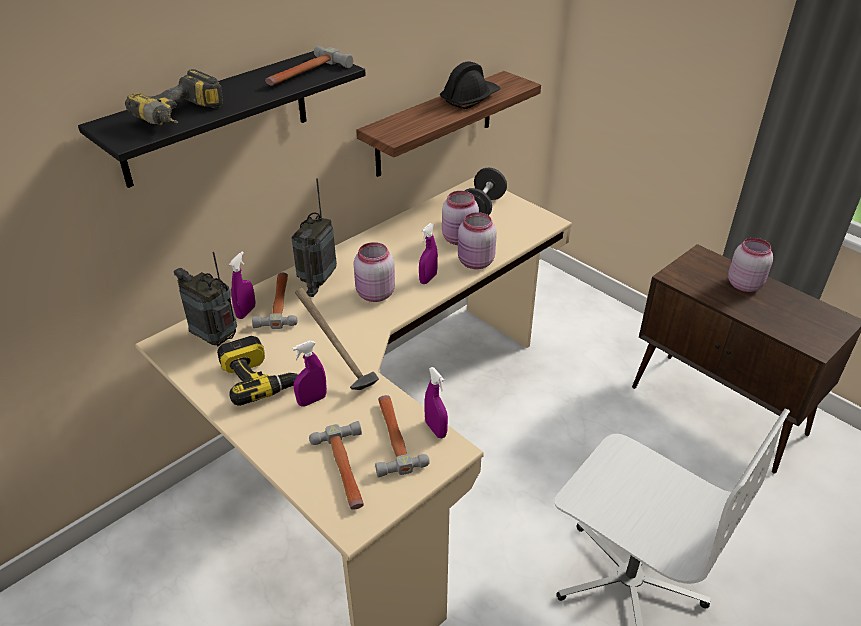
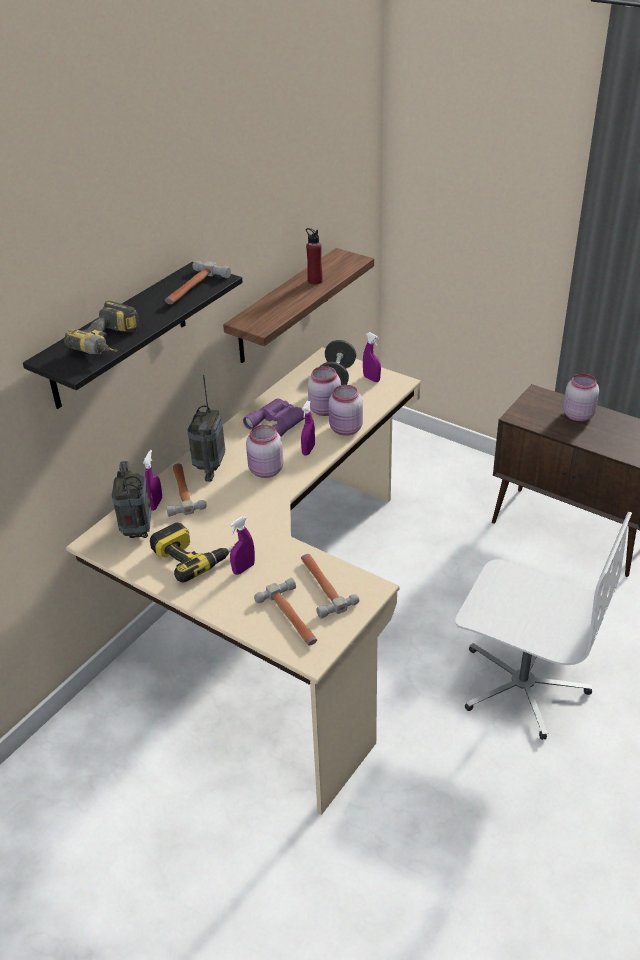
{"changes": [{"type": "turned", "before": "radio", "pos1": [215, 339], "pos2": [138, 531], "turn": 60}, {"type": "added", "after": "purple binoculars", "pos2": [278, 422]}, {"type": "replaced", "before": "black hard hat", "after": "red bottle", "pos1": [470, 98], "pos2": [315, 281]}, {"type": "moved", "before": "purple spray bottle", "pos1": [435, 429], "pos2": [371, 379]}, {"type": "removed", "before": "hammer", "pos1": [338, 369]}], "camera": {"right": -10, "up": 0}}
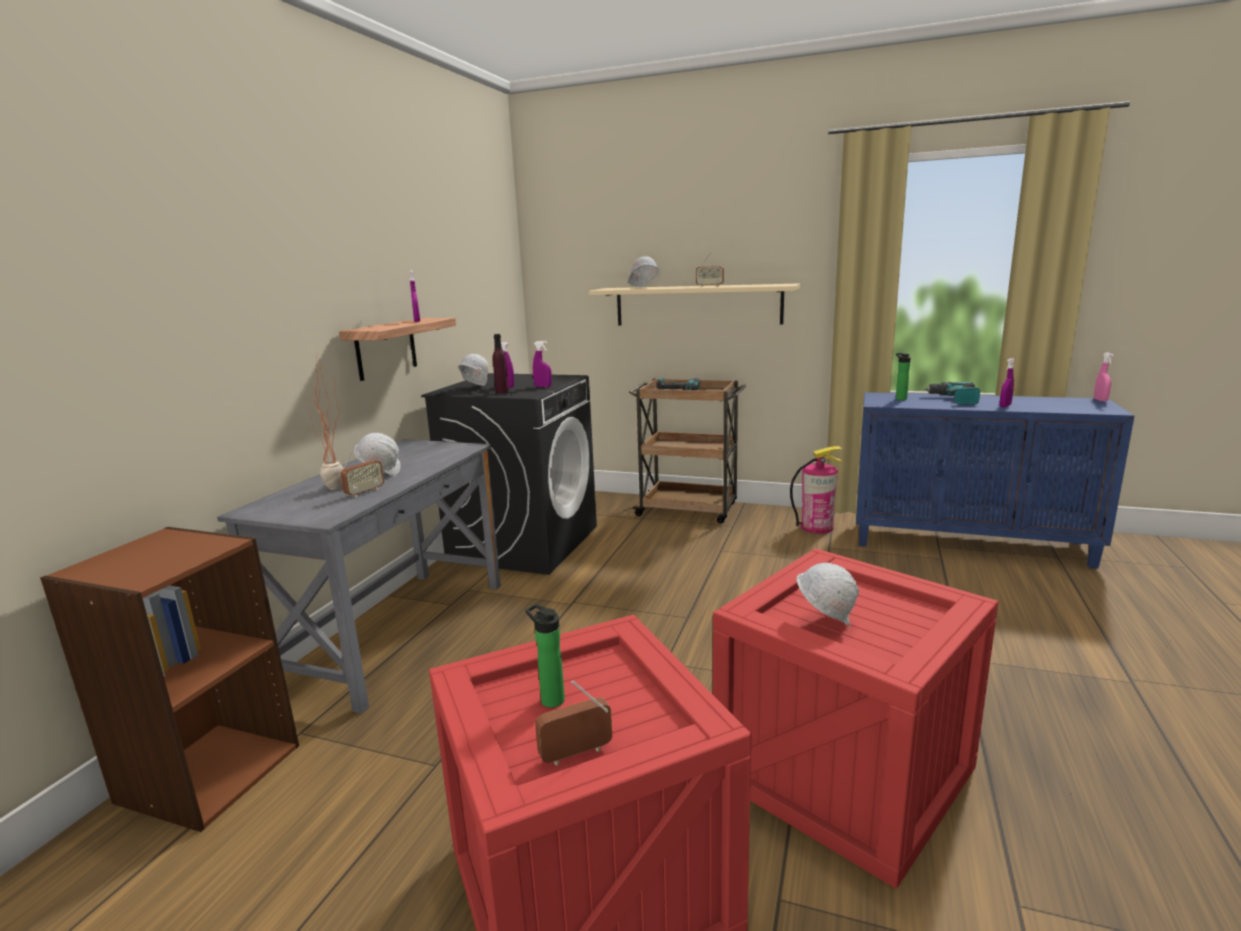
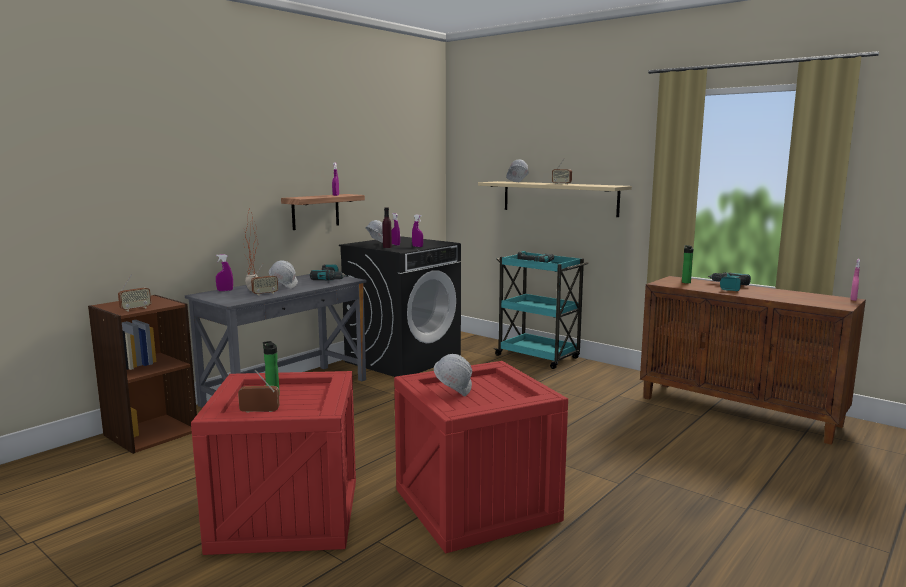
{"changes": [{"type": "added", "after": "radio", "pos2": [135, 309]}, {"type": "moved", "before": "purple spray bottle", "pos1": [1005, 406], "pos2": [225, 290]}, {"type": "added", "after": "power drill", "pos2": [330, 279]}, {"type": "recoloured", "before": "brown cart", "after": "turquoise cart", "pos1": [689, 510], "pos2": [539, 357]}, {"type": "recoloured", "before": "blue cabinet", "after": "brown cabinet", "pos1": [969, 543], "pos2": [739, 411]}, {"type": "removed", "before": "fire extinguisher", "pos1": [817, 527]}], "camera": {"right": 20, "up": -5}}
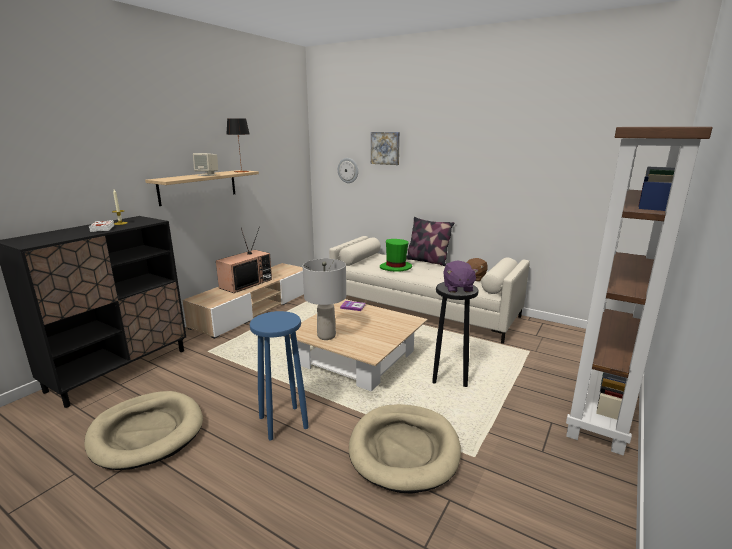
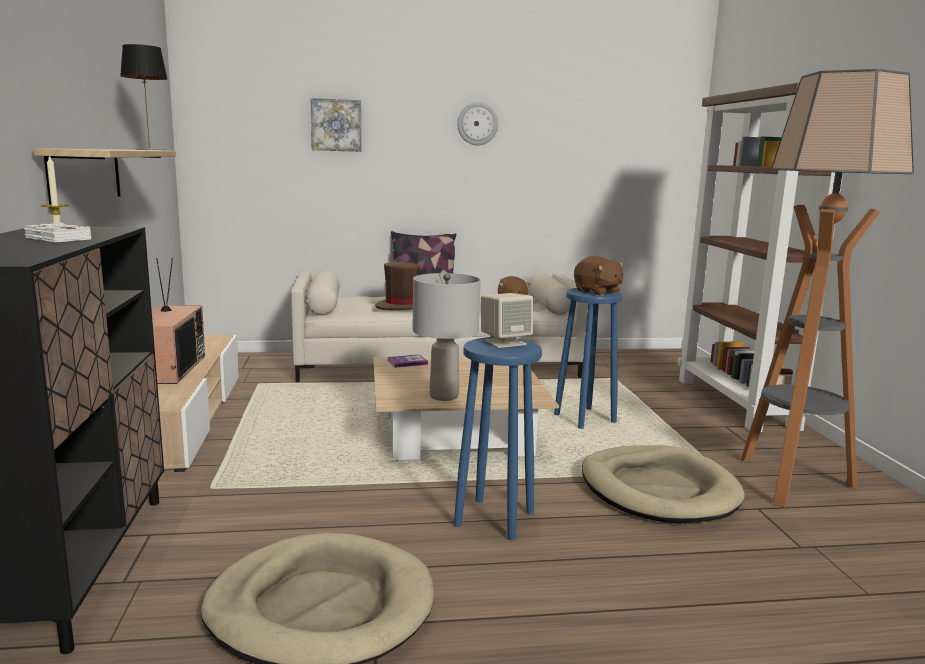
{"changes": [{"type": "recoloured", "before": "green hat", "after": "brown hat", "pos1": [395, 267], "pos2": [401, 306]}, {"type": "moved", "before": "wall clock", "pos1": [348, 170], "pos2": [477, 124]}, {"type": "moved", "before": "beige speaker", "pos1": [207, 175], "pos2": [505, 342]}, {"type": "recoloured", "before": "black stool", "after": "blue stool", "pos1": [450, 375], "pos2": [584, 418]}, {"type": "recoloured", "before": "purple plush toy", "after": "brown plush toy", "pos1": [457, 288], "pos2": [597, 292]}, {"type": "added", "after": "floor lamp", "pos2": [791, 483]}], "camera": {"right": -40, "up": -5}}
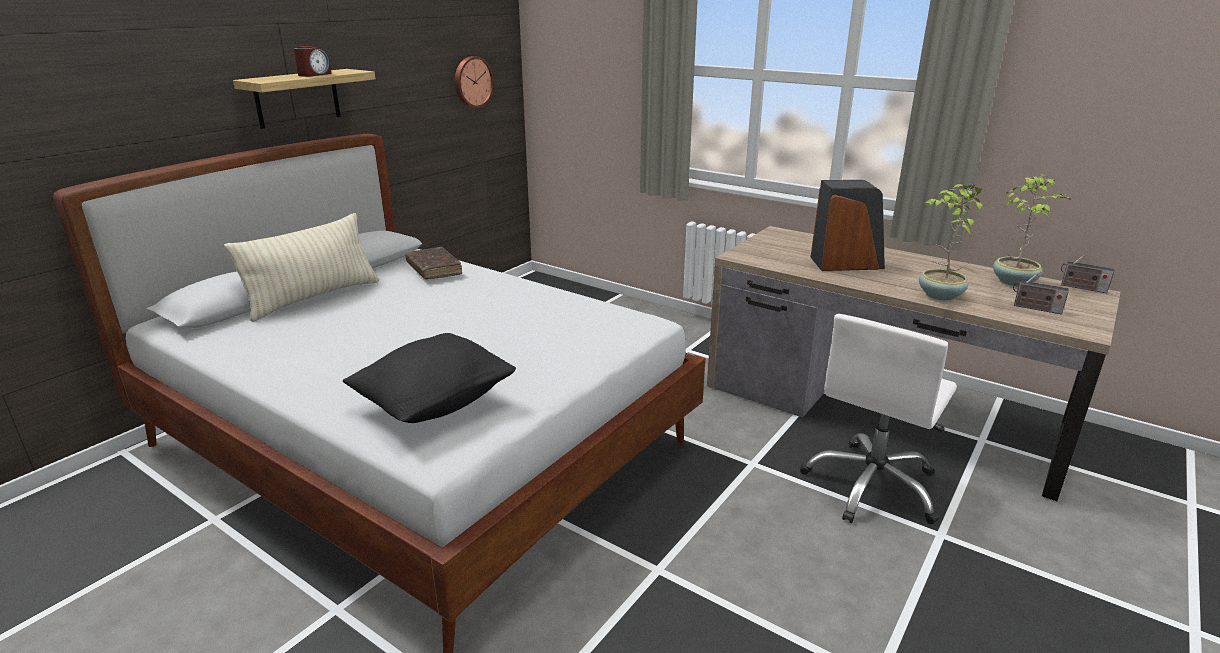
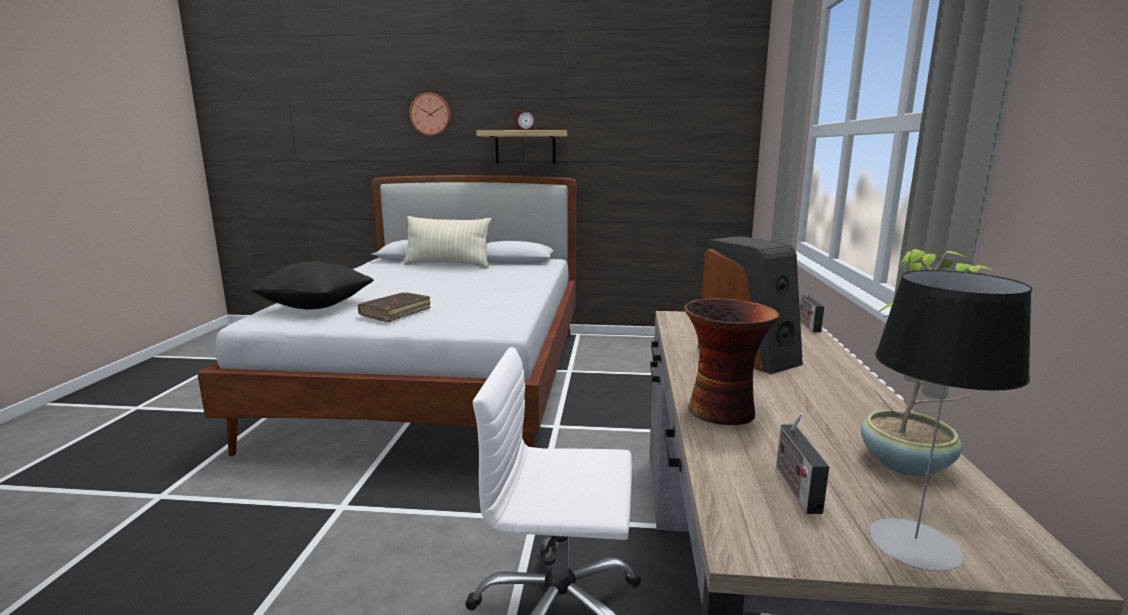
{"changes": [{"type": "moved", "before": "brown book", "pos1": [434, 270], "pos2": [395, 313]}, {"type": "moved", "before": "wall clock", "pos1": [472, 82], "pos2": [431, 114]}, {"type": "replaced", "before": "potted plant", "after": "vase", "pos1": [939, 295], "pos2": [724, 411]}, {"type": "moved", "before": "radio", "pos1": [1081, 288], "pos2": [807, 325]}, {"type": "added", "after": "table lamp", "pos2": [914, 544]}], "camera": {"right": 60, "up": -10}}
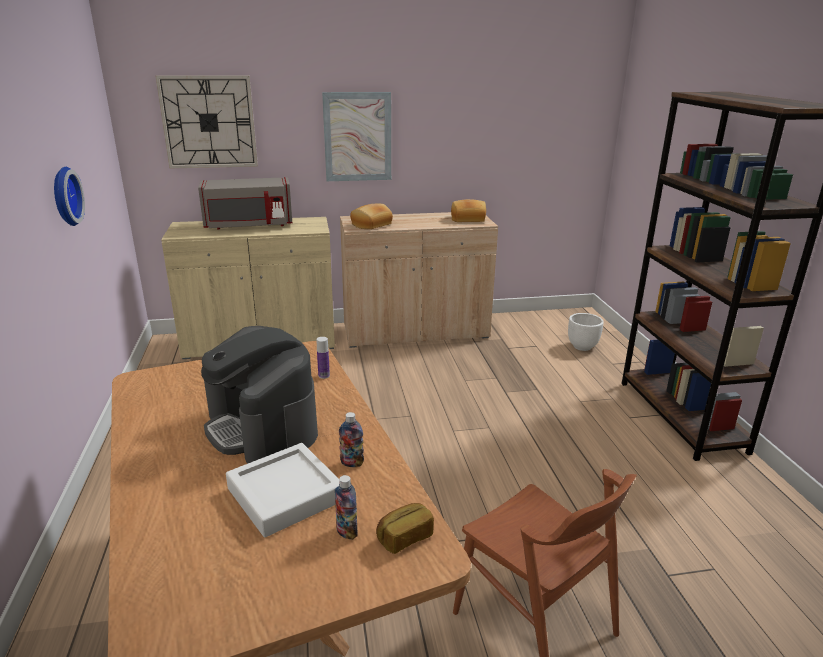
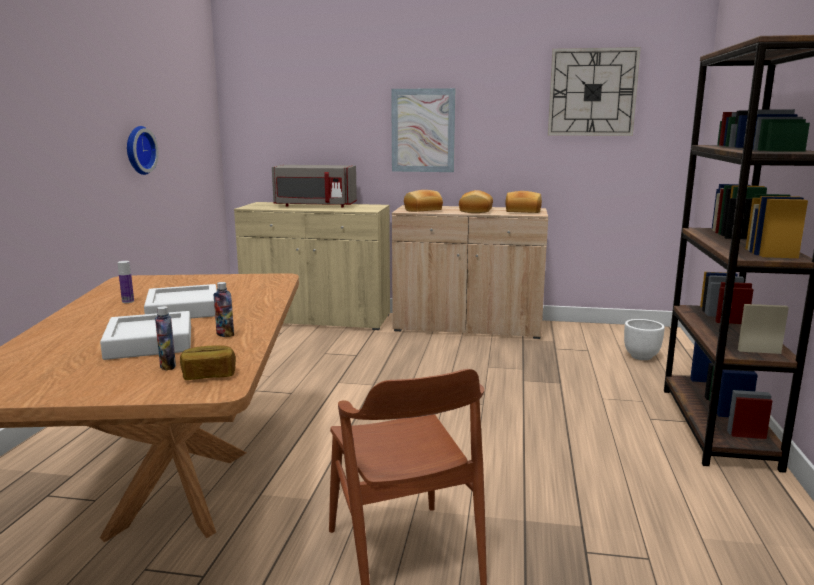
{"changes": [{"type": "moved", "before": "bottle", "pos1": [324, 375], "pos2": [128, 301]}, {"type": "replaced", "before": "coffee machine", "after": "white tray", "pos1": [262, 427], "pos2": [183, 310]}, {"type": "added", "after": "bread", "pos2": [476, 211]}, {"type": "moved", "before": "wall clock", "pos1": [209, 122], "pos2": [592, 92]}], "camera": {"right": 20, "up": -10}}
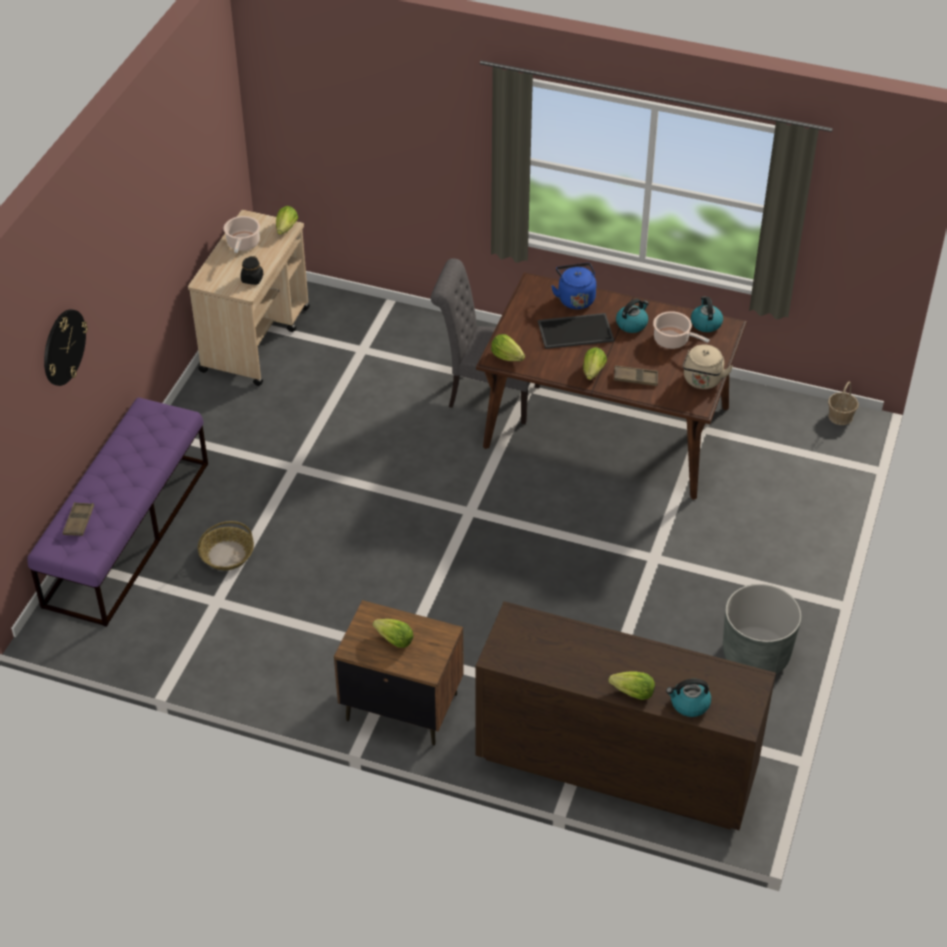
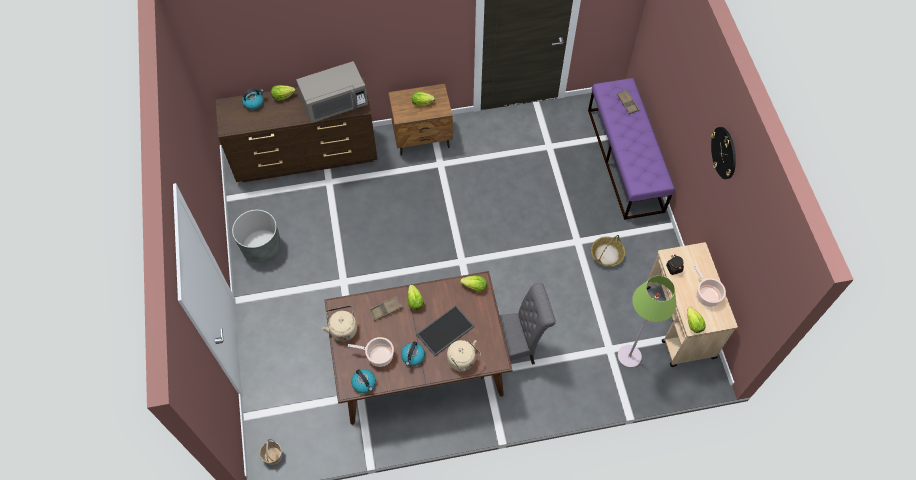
{"changes": [{"type": "added", "after": "grey microwave", "pos2": [334, 104]}, {"type": "recoloured", "before": "blue kettle", "after": "beige kettle", "pos1": [575, 298], "pos2": [463, 361]}, {"type": "moved", "before": "basket", "pos1": [226, 555], "pos2": [607, 254]}, {"type": "added", "after": "green floor lamp", "pos2": [629, 356]}, {"type": "moved", "before": "wall clock", "pos1": [63, 347], "pos2": [724, 152]}], "camera": {"right": 150, "up": 15}}
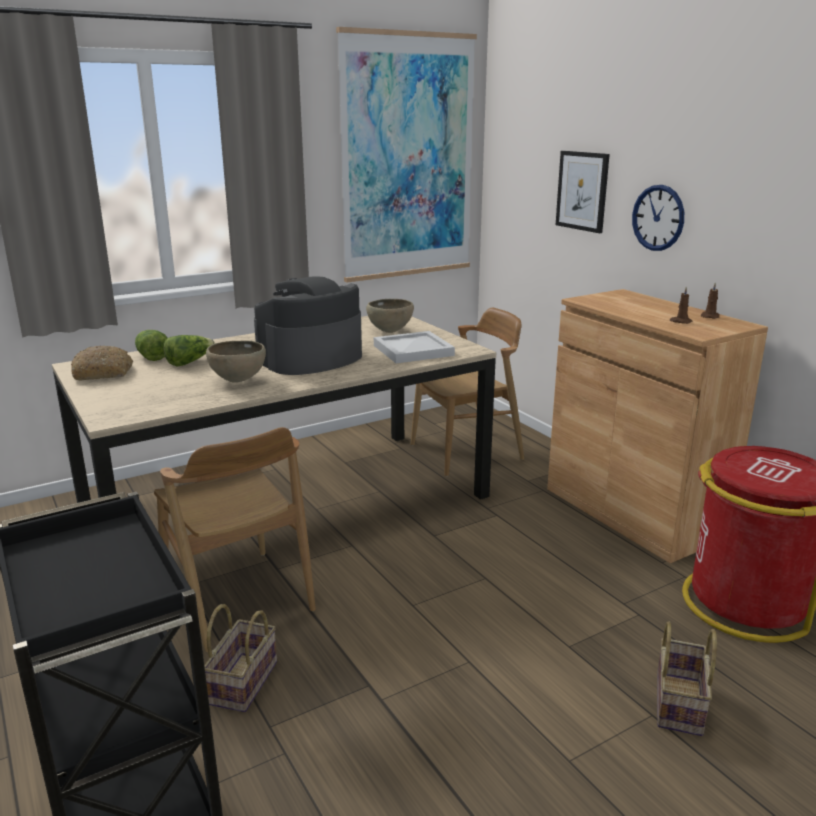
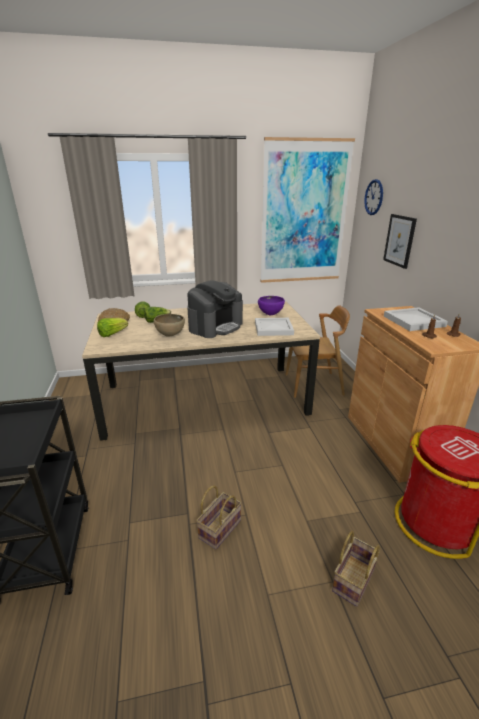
{"changes": [{"type": "added", "after": "lettuce", "pos2": [112, 334]}, {"type": "turned", "before": "coffee machine", "pos1": [310, 359], "pos2": [216, 326], "turn": 150}, {"type": "moved", "before": "basket", "pos1": [243, 681], "pos2": [220, 527]}, {"type": "recoloured", "before": "brown bowl", "after": "purple bowl", "pos1": [390, 331], "pos2": [270, 314]}, {"type": "moved", "before": "wall clock", "pos1": [658, 218], "pos2": [374, 197]}, {"type": "added", "after": "white tray", "pos2": [413, 321]}, {"type": "removed", "before": "brown chair", "pos1": [237, 598]}], "camera": {"right": 20, "up": 5}}
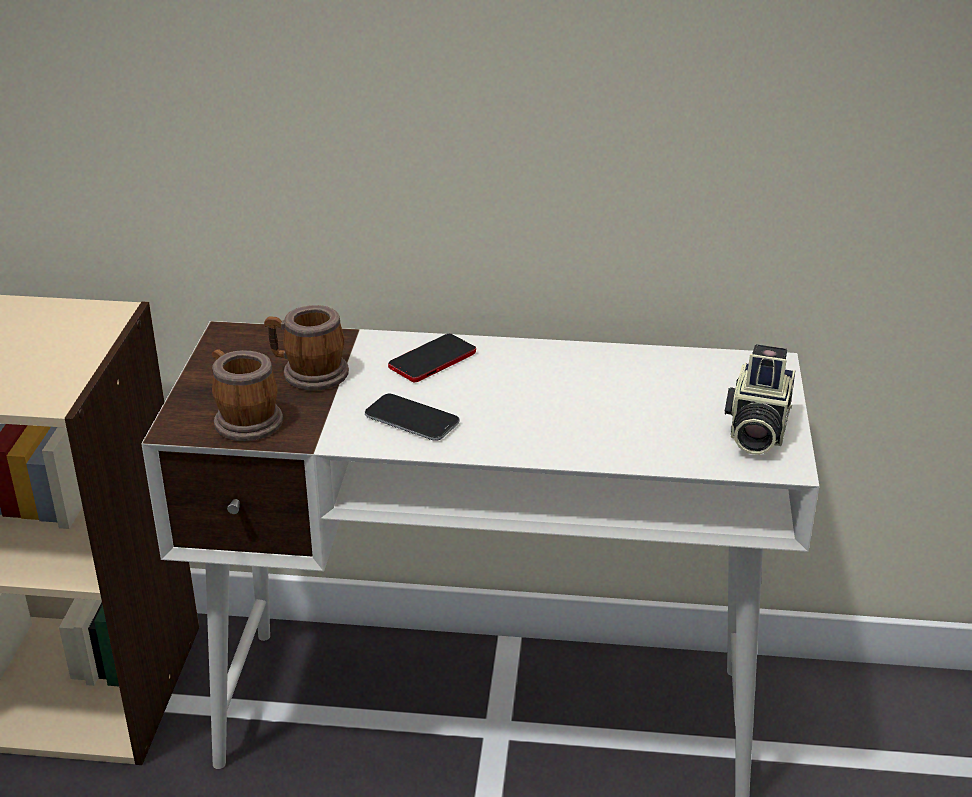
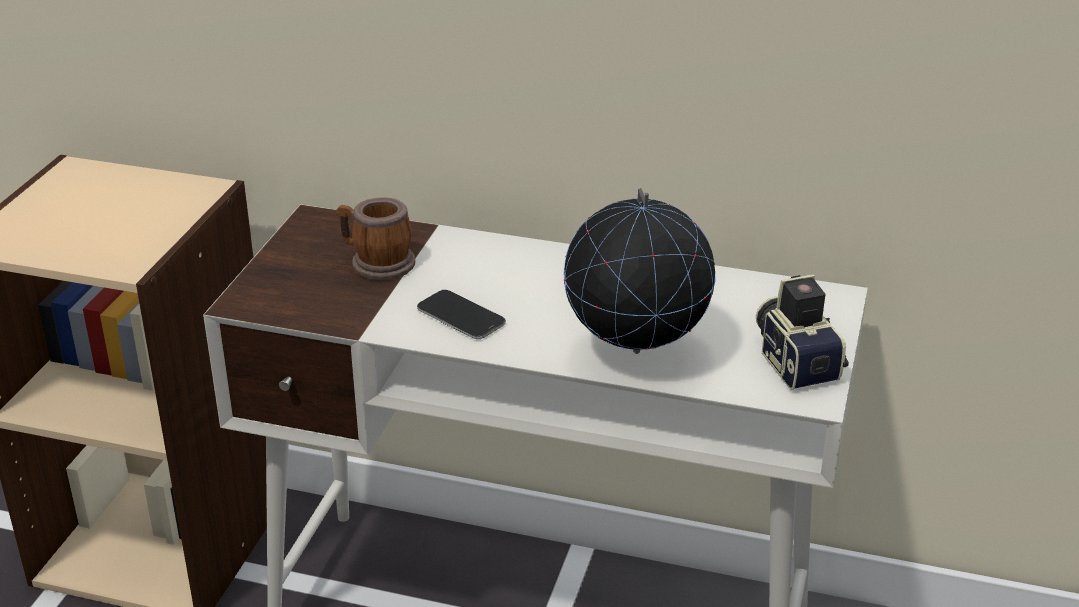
{"changes": [{"type": "added", "after": "globe", "pos2": [635, 354]}, {"type": "turned", "before": "photo camera", "pos1": [755, 430], "pos2": [796, 361], "turn": 135}, {"type": "removed", "before": "mug", "pos1": [243, 419]}, {"type": "removed", "before": "phone", "pos1": [432, 360]}], "camera": {"right": 10, "up": 0}}
